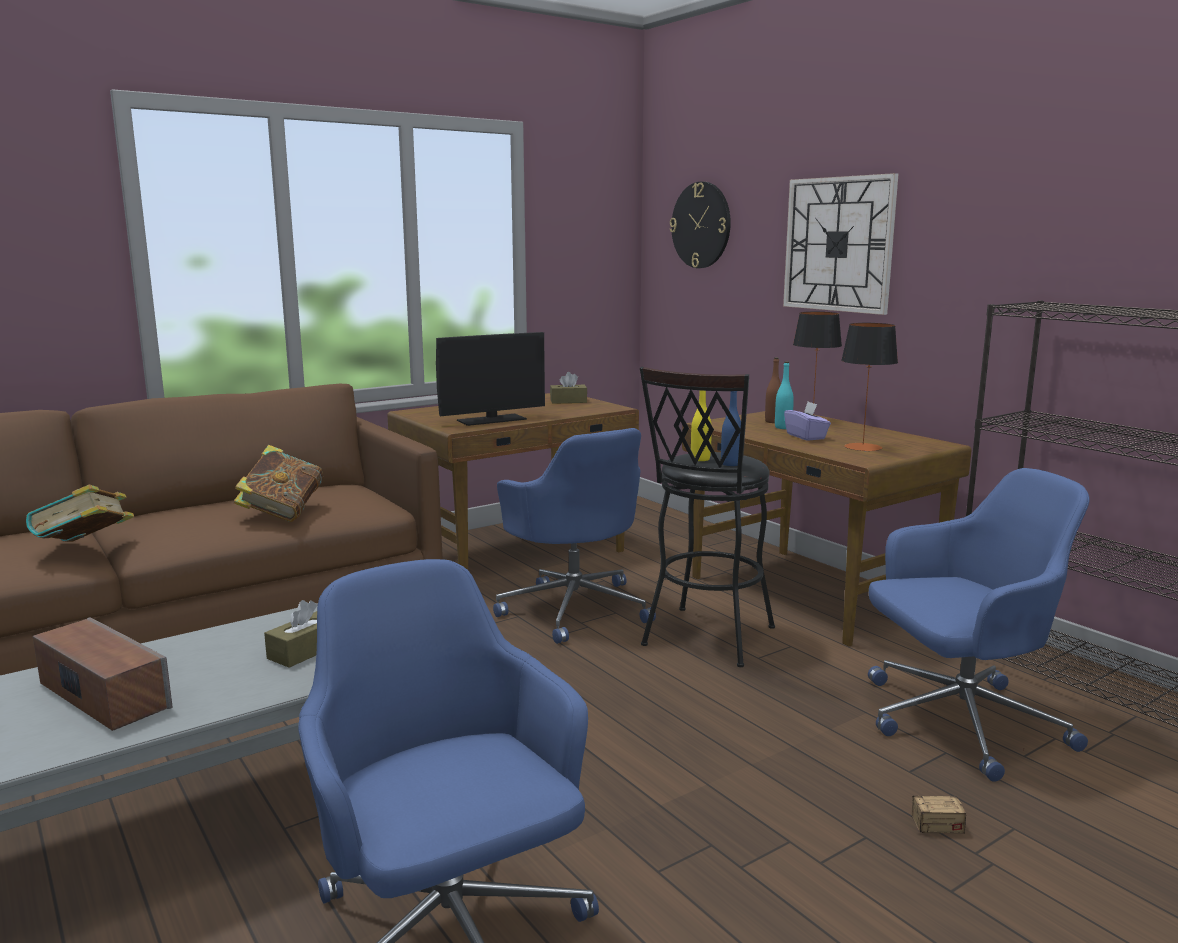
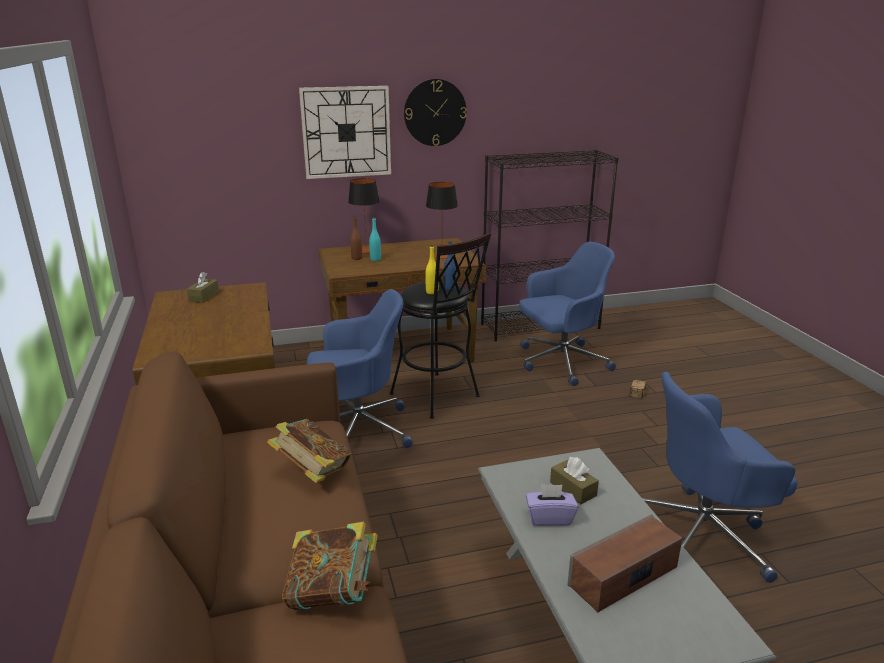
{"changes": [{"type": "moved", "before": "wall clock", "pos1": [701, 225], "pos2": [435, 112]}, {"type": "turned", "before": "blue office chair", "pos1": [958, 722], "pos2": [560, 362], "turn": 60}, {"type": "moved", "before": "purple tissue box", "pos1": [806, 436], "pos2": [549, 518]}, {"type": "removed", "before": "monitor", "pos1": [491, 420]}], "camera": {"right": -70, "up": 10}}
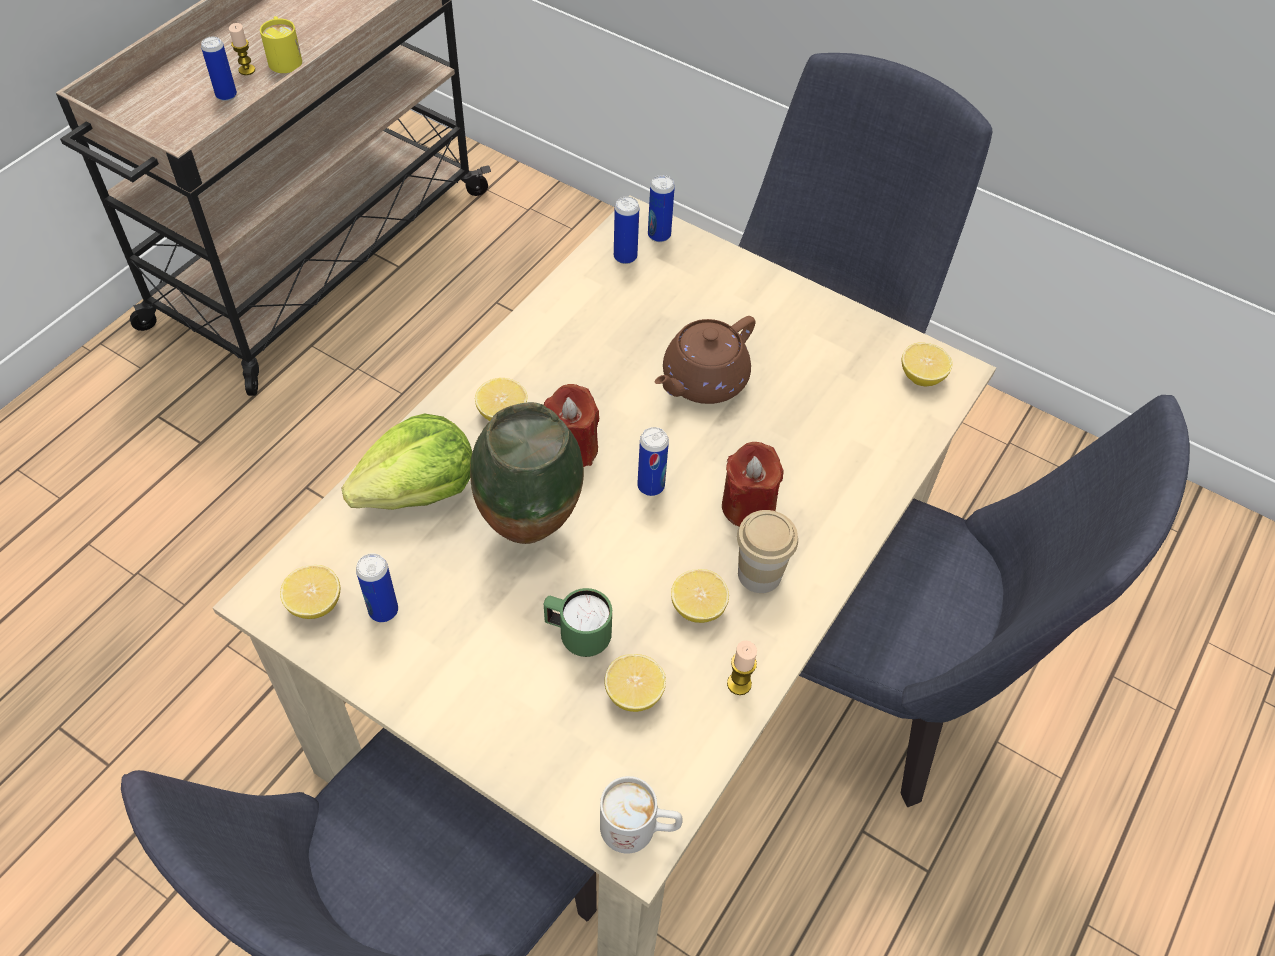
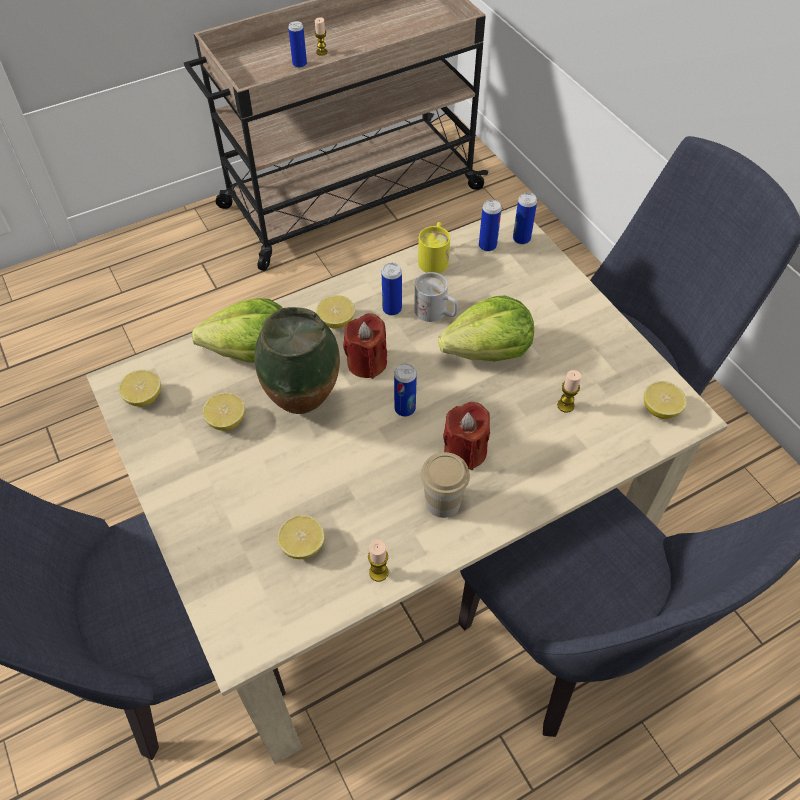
{"changes": [{"type": "moved", "before": "lemon", "pos1": [698, 607], "pos2": [226, 420]}, {"type": "moved", "before": "can", "pos1": [383, 610], "pos2": [392, 309]}, {"type": "moved", "before": "white mug", "pos1": [640, 829], "pos2": [436, 313]}, {"type": "moved", "before": "yellow mug", "pos1": [284, 58], "pos2": [434, 258]}, {"type": "replaced", "before": "brown teapot", "after": "lettuce", "pos1": [703, 381], "pos2": [488, 350]}, {"type": "added", "after": "candle", "pos2": [565, 405]}, {"type": "removed", "before": "green mug", "pos1": [577, 636]}], "camera": {"right": 30, "up": 0}}
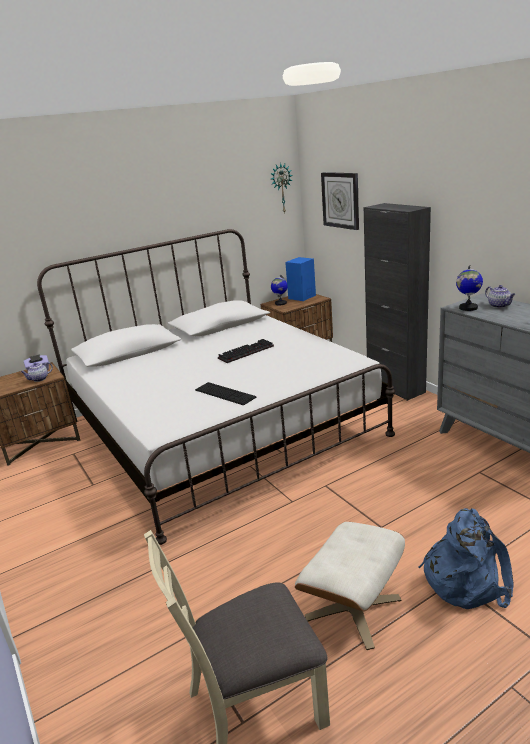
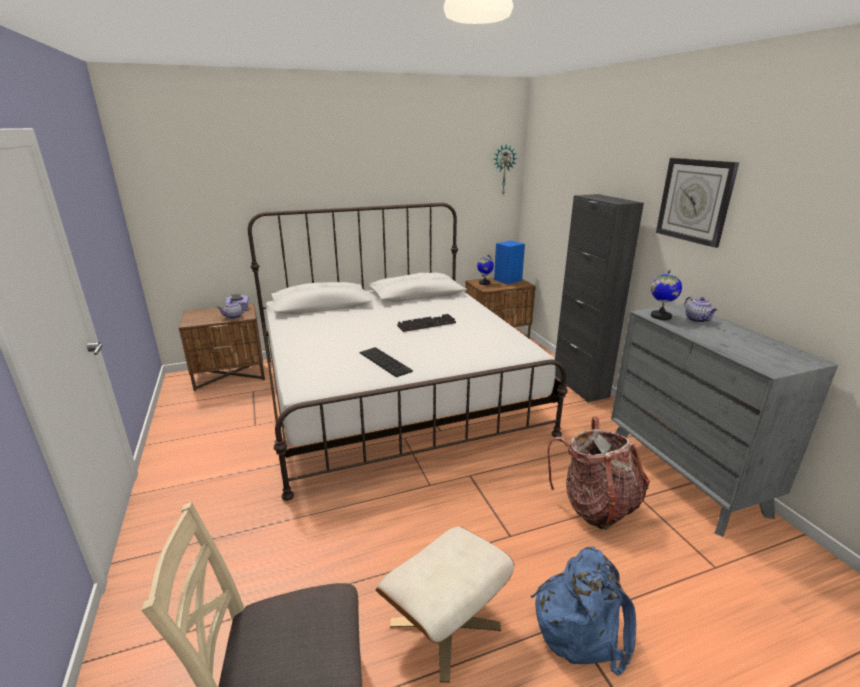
{"changes": [{"type": "added", "after": "backpack", "pos2": [596, 505]}, {"type": "moved", "before": "wall clock", "pos1": [341, 200], "pos2": [695, 200]}], "camera": {"right": 10, "up": 0}}
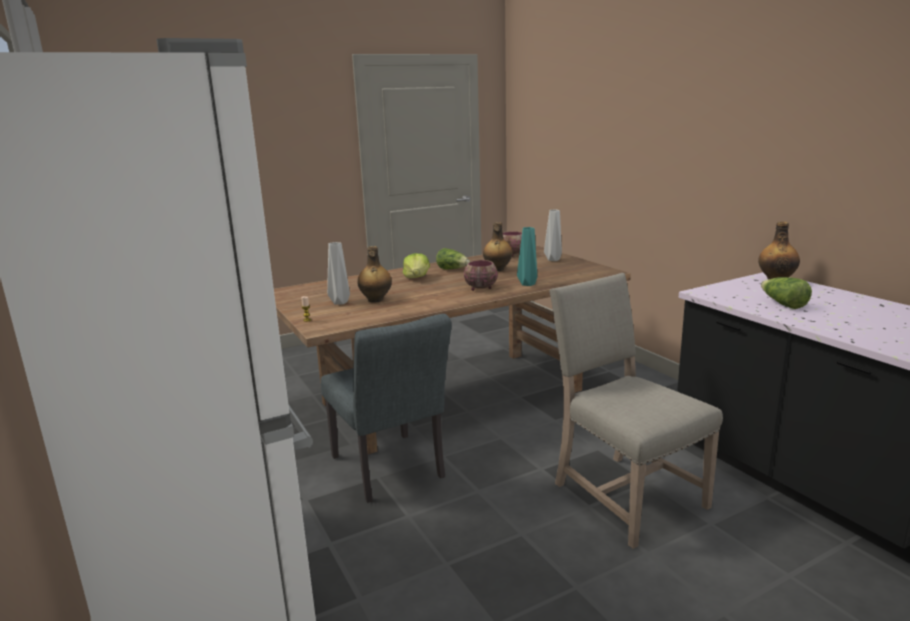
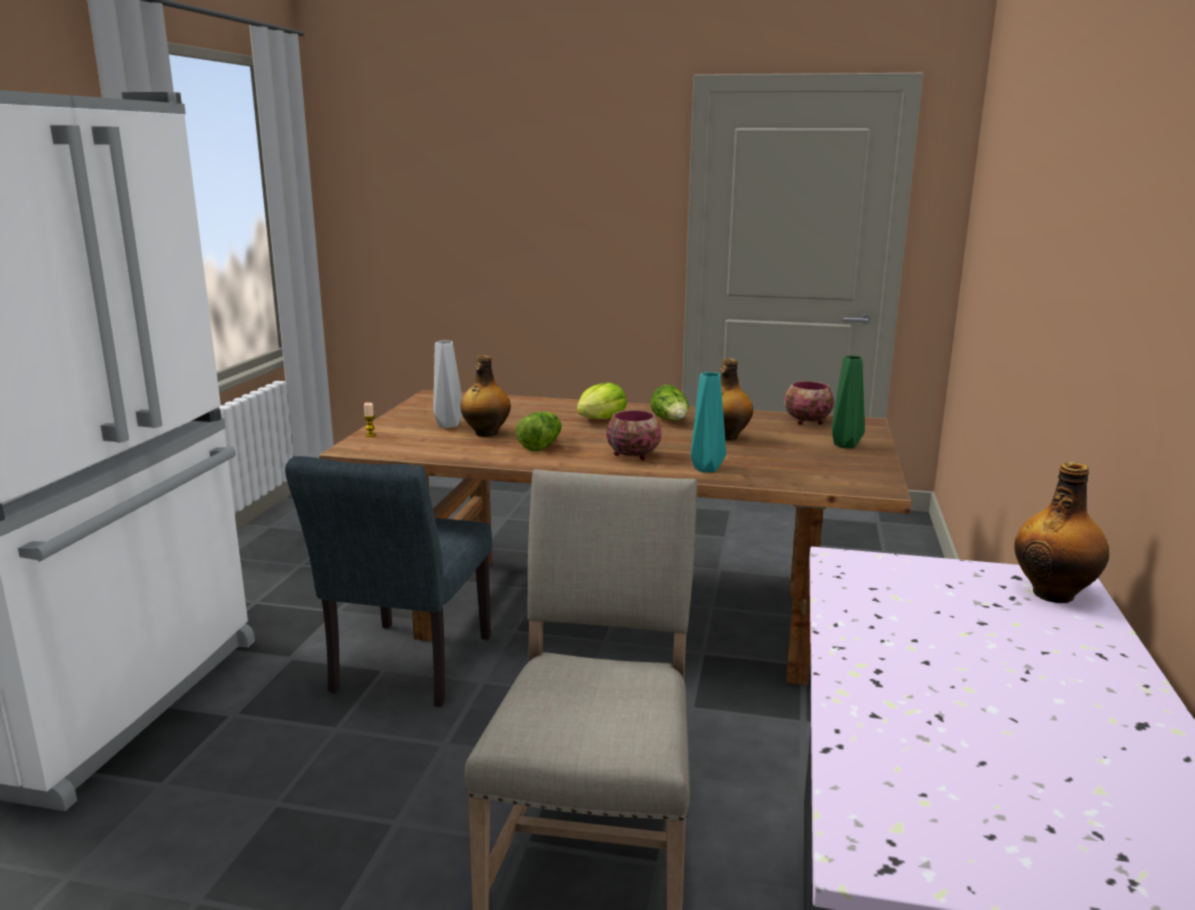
{"changes": [{"type": "moved", "before": "lettuce", "pos1": [783, 304], "pos2": [540, 445]}, {"type": "recoloured", "before": "grey vase", "after": "green vase", "pos1": [553, 260], "pos2": [843, 445]}], "camera": {"right": 40, "up": 0}}
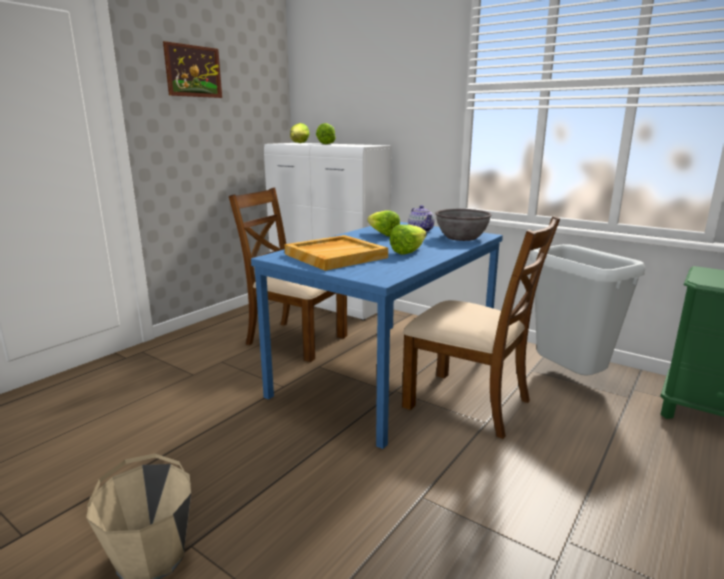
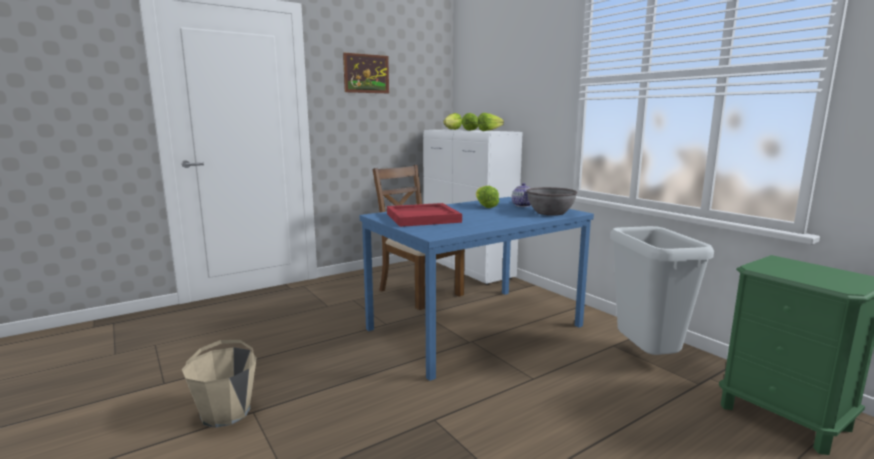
{"changes": [{"type": "recoloured", "before": "beige tray", "after": "red tray", "pos1": [336, 256], "pos2": [423, 218]}, {"type": "moved", "before": "lettuce", "pos1": [411, 251], "pos2": [491, 131]}, {"type": "removed", "before": "brown chair", "pos1": [469, 403]}], "camera": {"right": 20, "up": -5}}
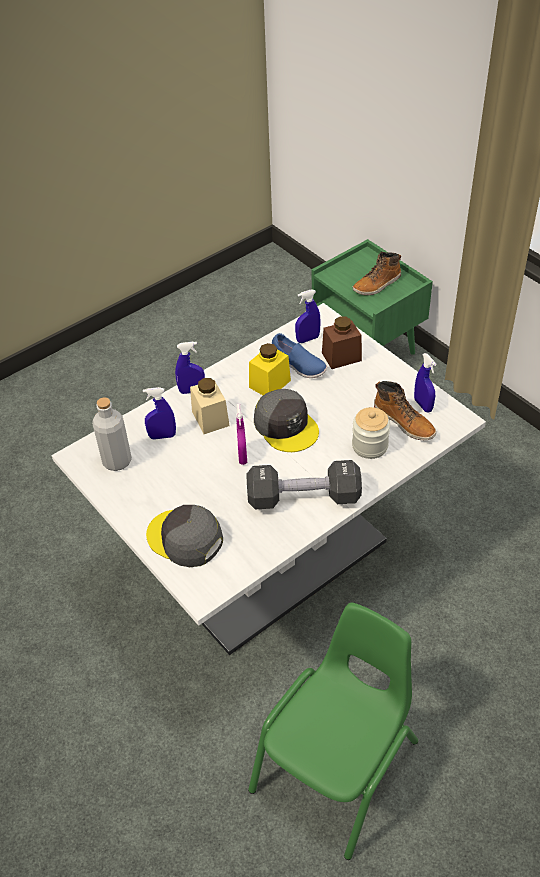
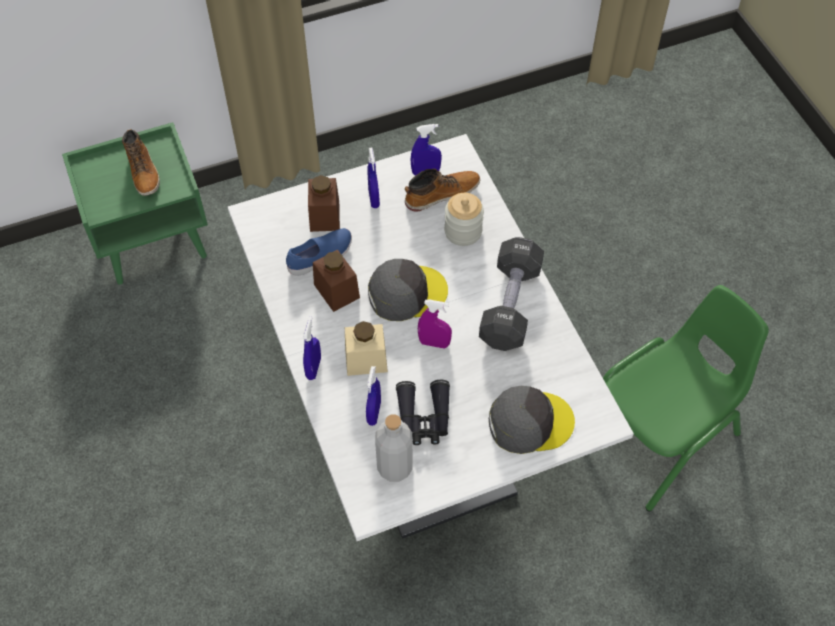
{"changes": [{"type": "recoloured", "before": "yellow jar", "after": "brown jar", "pos1": [270, 384], "pos2": [336, 291]}, {"type": "moved", "before": "blue spray bottle", "pos1": [307, 339], "pos2": [374, 199]}, {"type": "added", "after": "black binoculars", "pos2": [424, 418]}, {"type": "turned", "before": "grey cap", "pos1": [185, 539], "pos2": [529, 422], "turn": -150}, {"type": "turned", "before": "green chair", "pos1": [337, 766], "pos2": [658, 434], "turn": 90}], "camera": {"right": -75, "up": 10}}
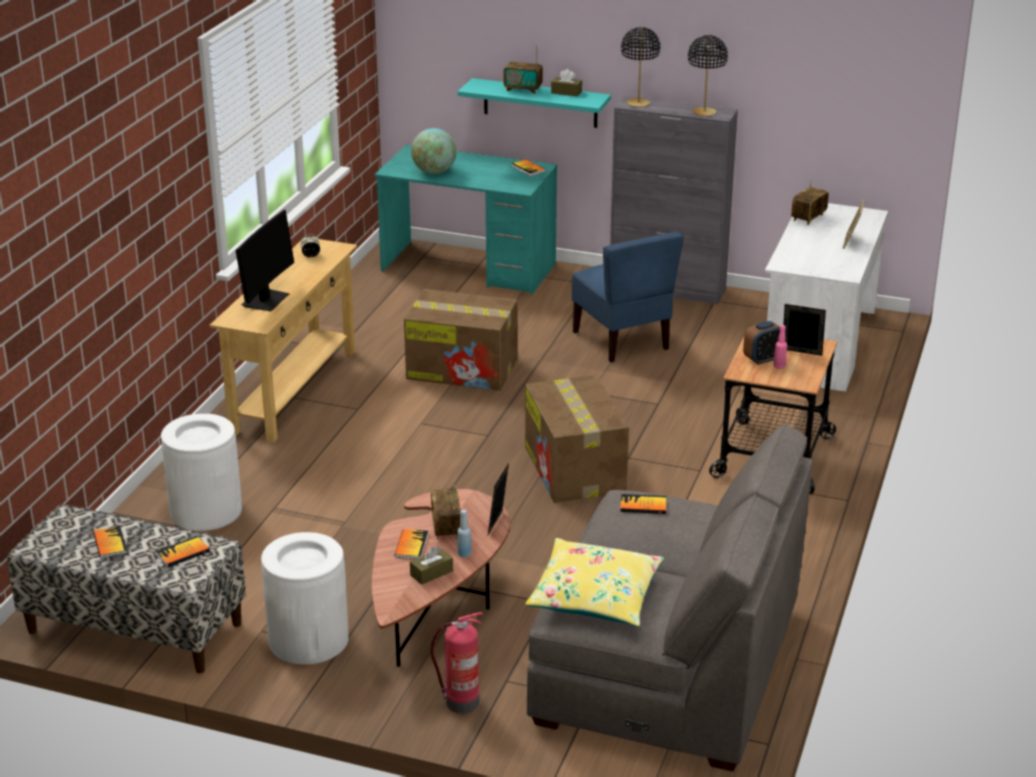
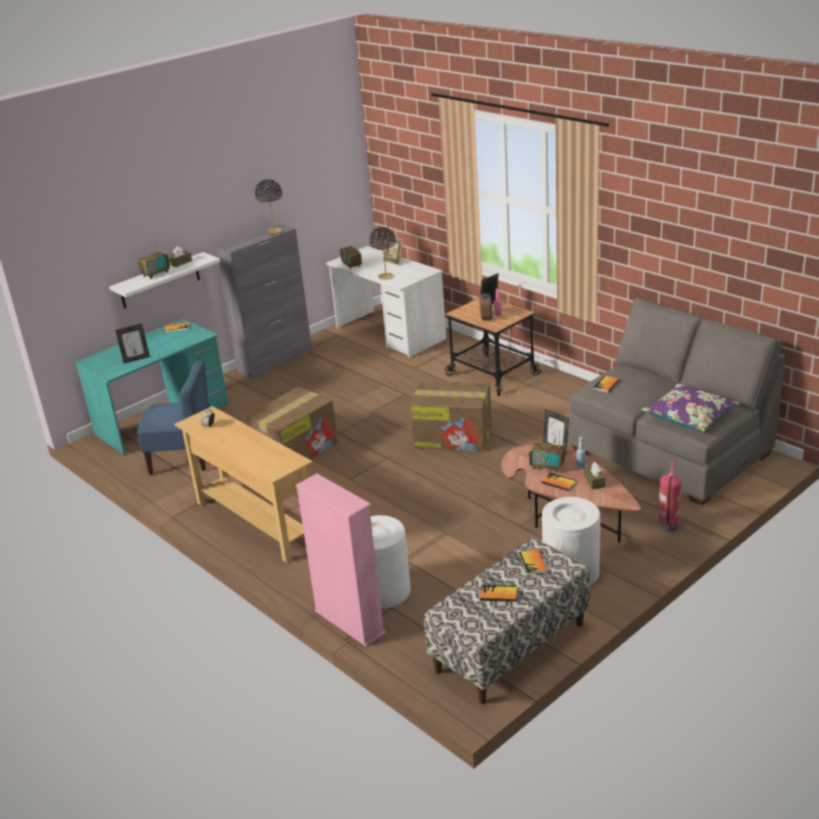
{"changes": [{"type": "recoloured", "before": "turquoise shelf", "after": "white shelf", "pos1": [540, 103], "pos2": [160, 281]}, {"type": "replaced", "before": "globe", "after": "picture frame", "pos1": [434, 172], "pos2": [136, 359]}, {"type": "moved", "before": "blue chair", "pos1": [622, 340], "pos2": [183, 458]}, {"type": "added", "after": "pink bookcase", "pos2": [349, 622]}, {"type": "moved", "before": "black table lamp", "pos1": [638, 104], "pos2": [386, 277]}, {"type": "recoloured", "before": "yellow pillow", "after": "purple pillow", "pos1": [595, 596], "pos2": [690, 416]}, {"type": "removed", "before": "monitor", "pos1": [265, 300]}], "camera": {"right": -60, "up": 0}}
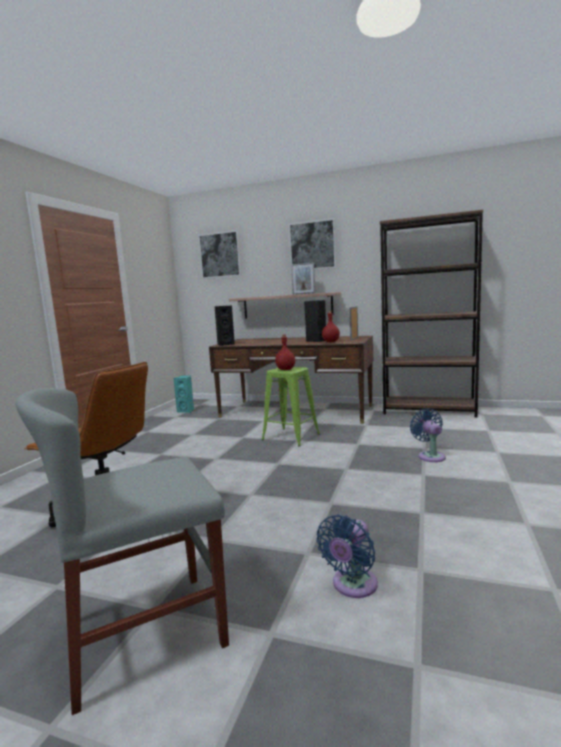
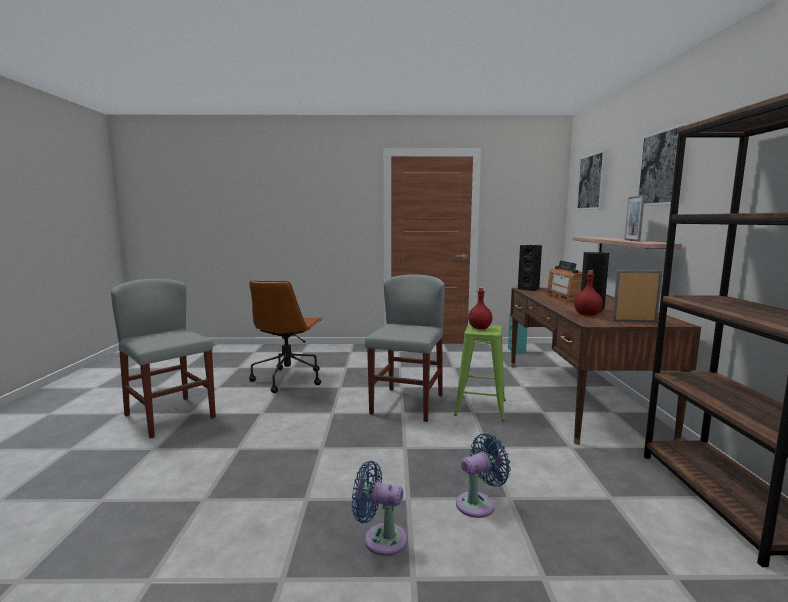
{"changes": [{"type": "moved", "before": "blue fan", "pos1": [352, 586], "pos2": [380, 539]}, {"type": "added", "after": "grey chair", "pos2": [407, 404]}, {"type": "added", "after": "radio", "pos2": [566, 297]}], "camera": {"right": 70, "up": 0}}
